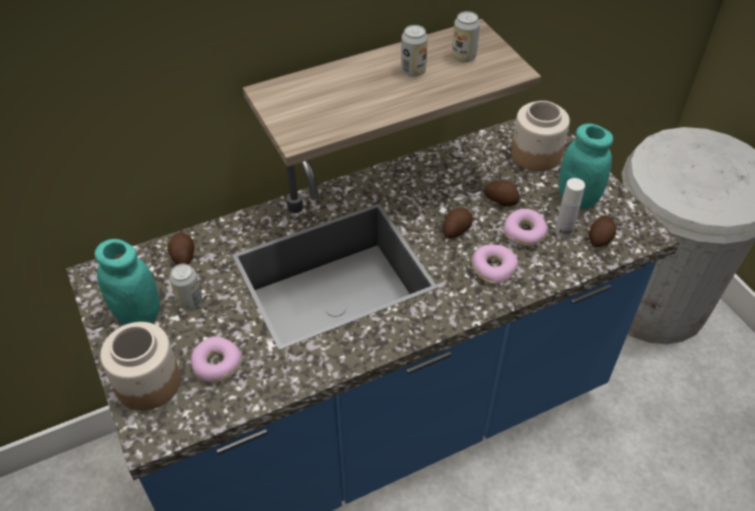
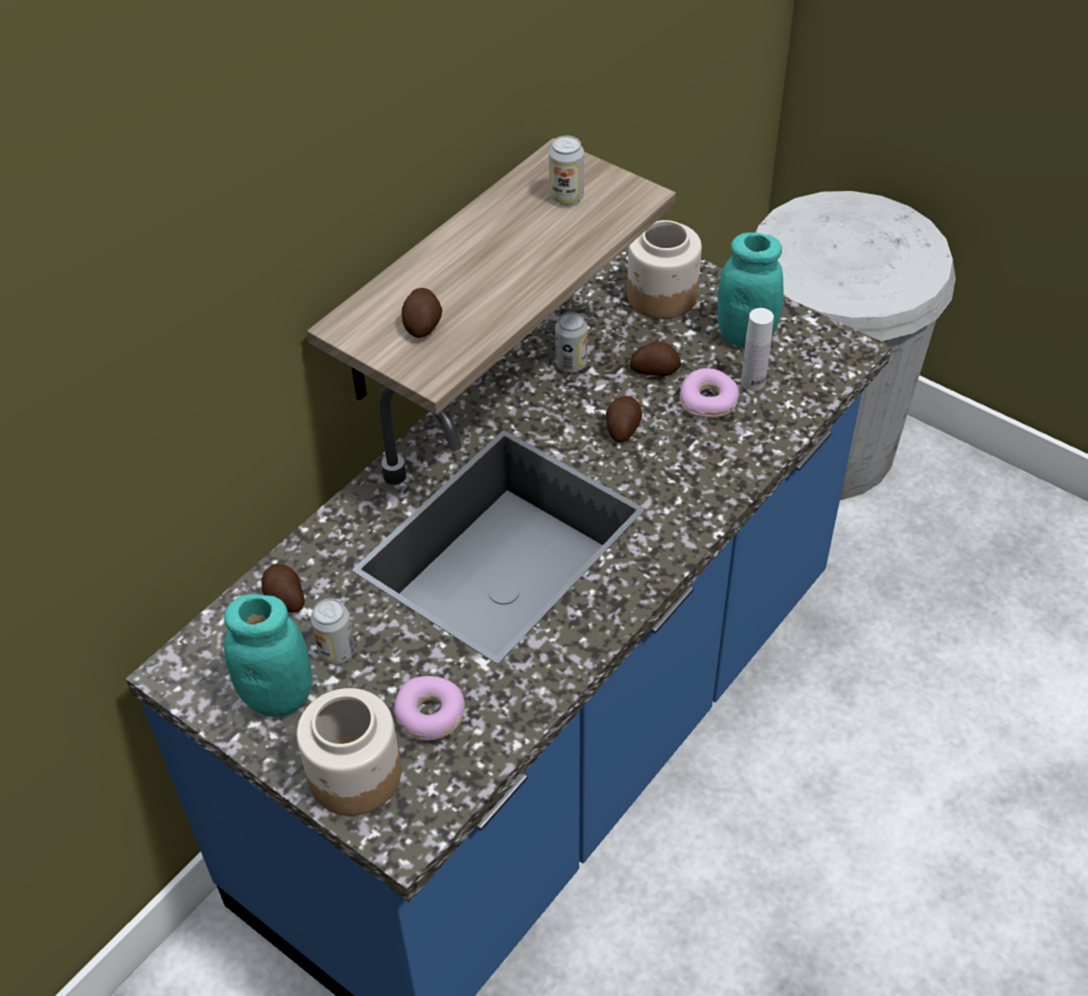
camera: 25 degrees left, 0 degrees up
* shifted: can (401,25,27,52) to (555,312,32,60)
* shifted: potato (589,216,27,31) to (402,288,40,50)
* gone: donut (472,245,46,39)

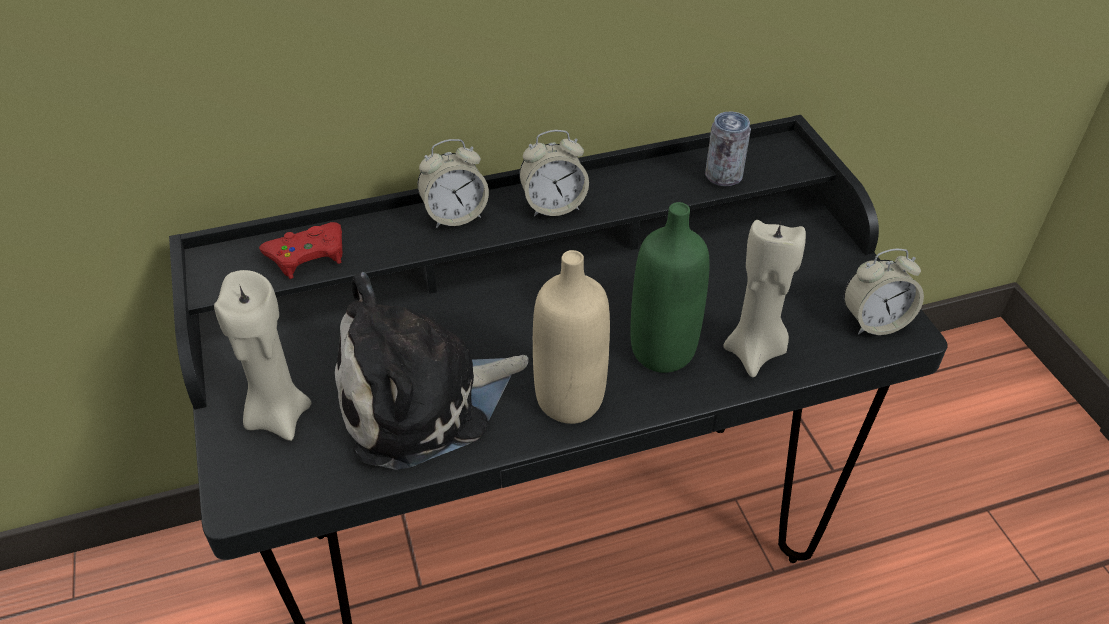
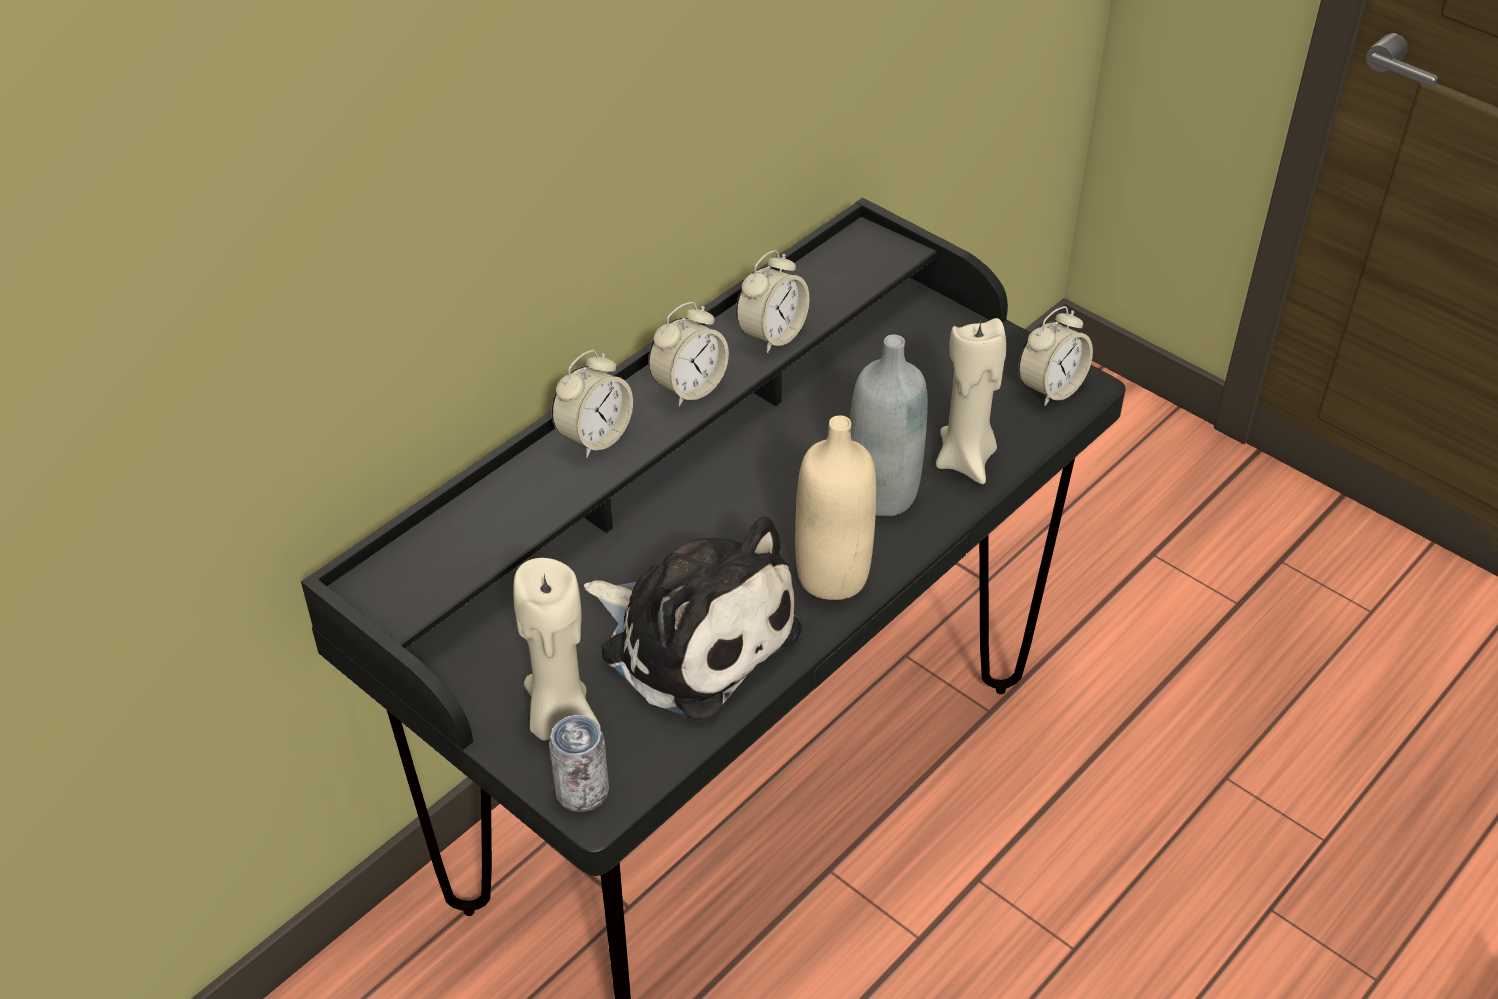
camera: 30 degrees left, 0 degrees up
* shifted: can (705,111,46,75) to (549,715,60,97)
* repainted: green bottle (631,202,79,171) to grey bottle (850,334,78,182)
* gone: red game controller (259,222,84,57)
* rotated: plush toy (335,272,194,198) = (583,516,219,206) 90 degrees counterclockwise
* new: alarm clock (736,250,73,103)

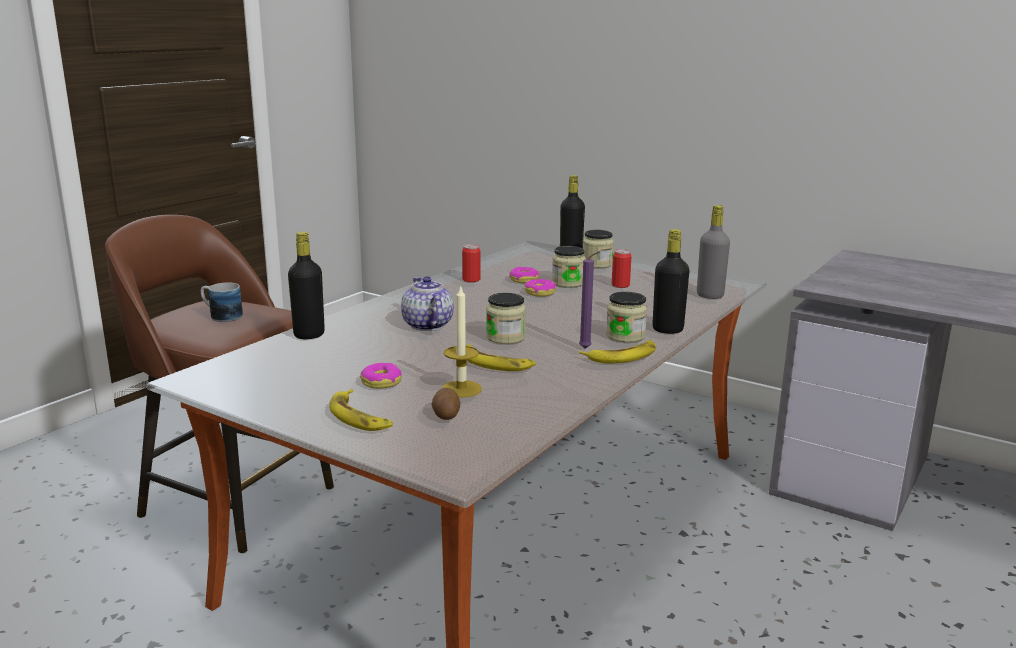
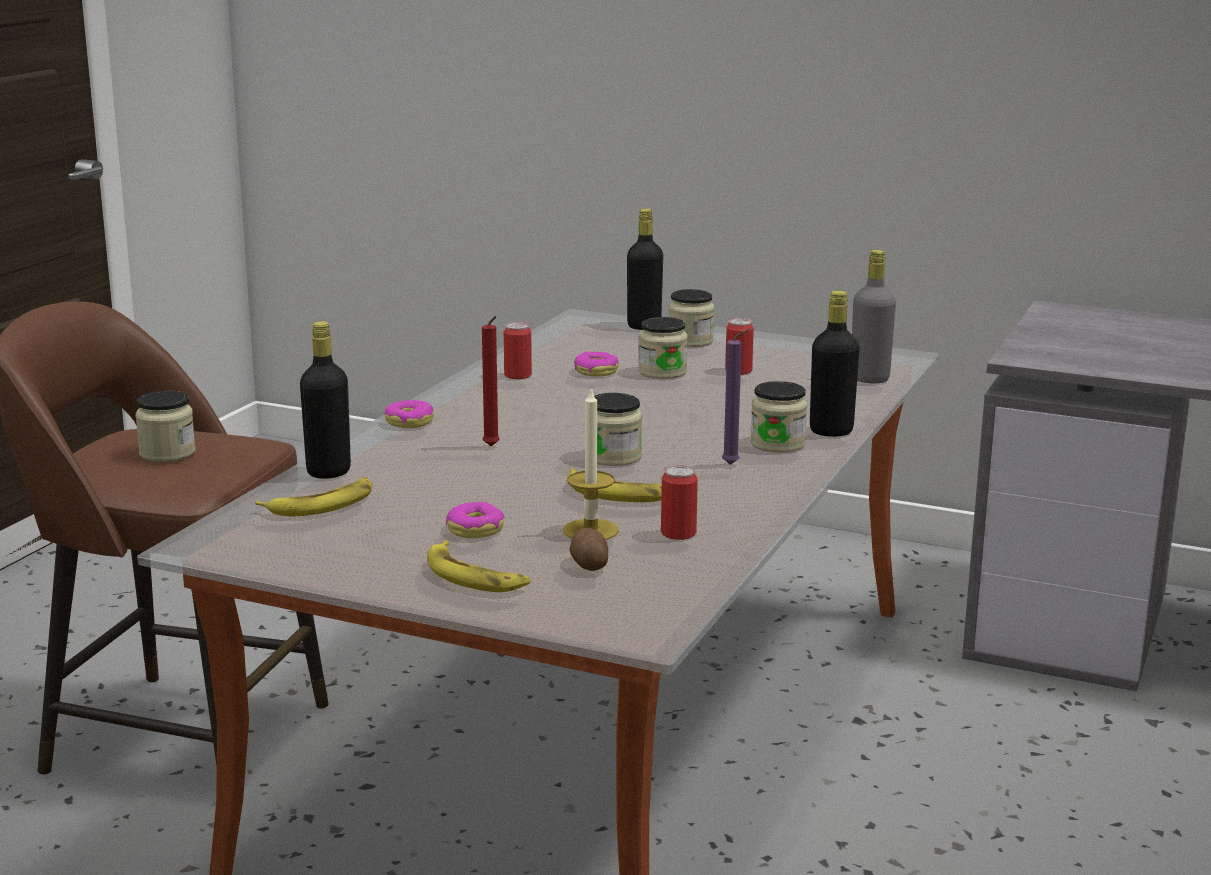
camera: 10 degrees left, 0 degrees up
* swapped: teapot (401,276,53,55) to red candle (482,316,18,130)
* shifted: donut (524,279,32,18) to (384,400,50,28)
* swapped: mug (201,283,42,39) to jar (135,391,61,71)
* shifted: banana (579,340,77,23) to (255,477,118,40)
* new: can (661,465,37,75)

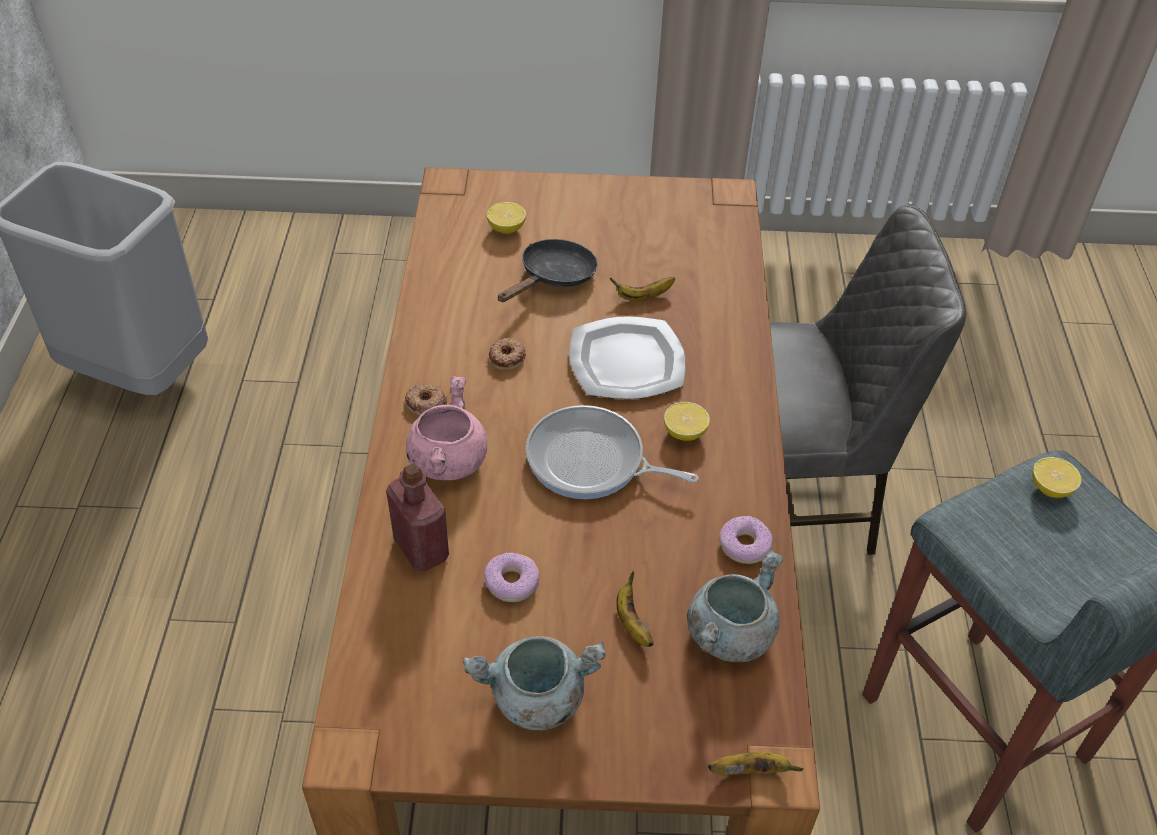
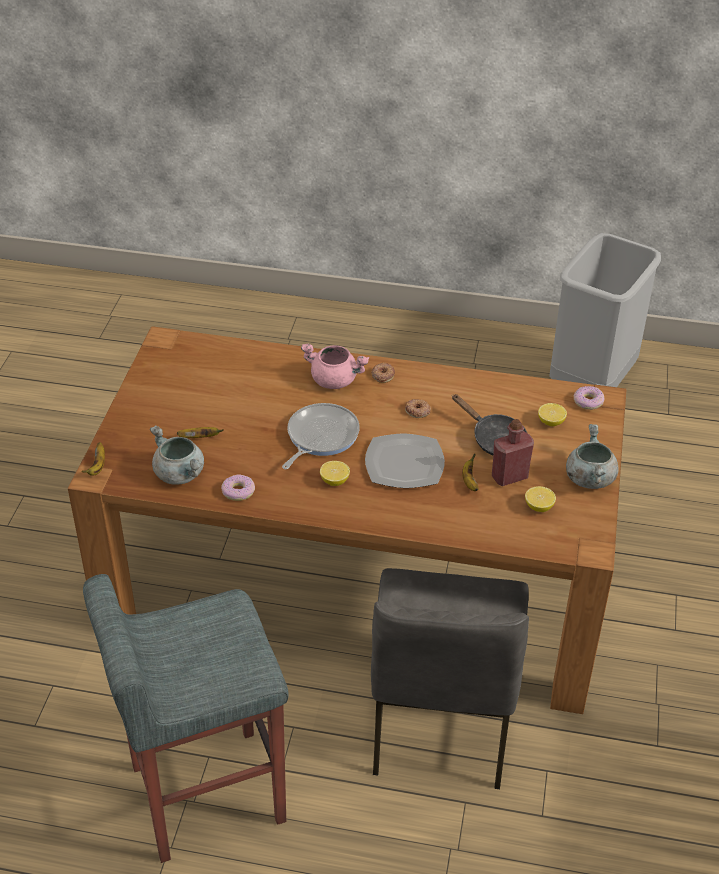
camera: 100 degrees right, 5 degrees down
* shifted: lemon (1032,457,49,41) to (525,486,31,26)
* shifted: red bottle (386,463,63,108) to (492,419,42,67)
* shifted: donut (484,553,55,49) to (574,386,30,24)
* shifted: grey cooking pot (463,636,143,94) to (566,424,53,65)

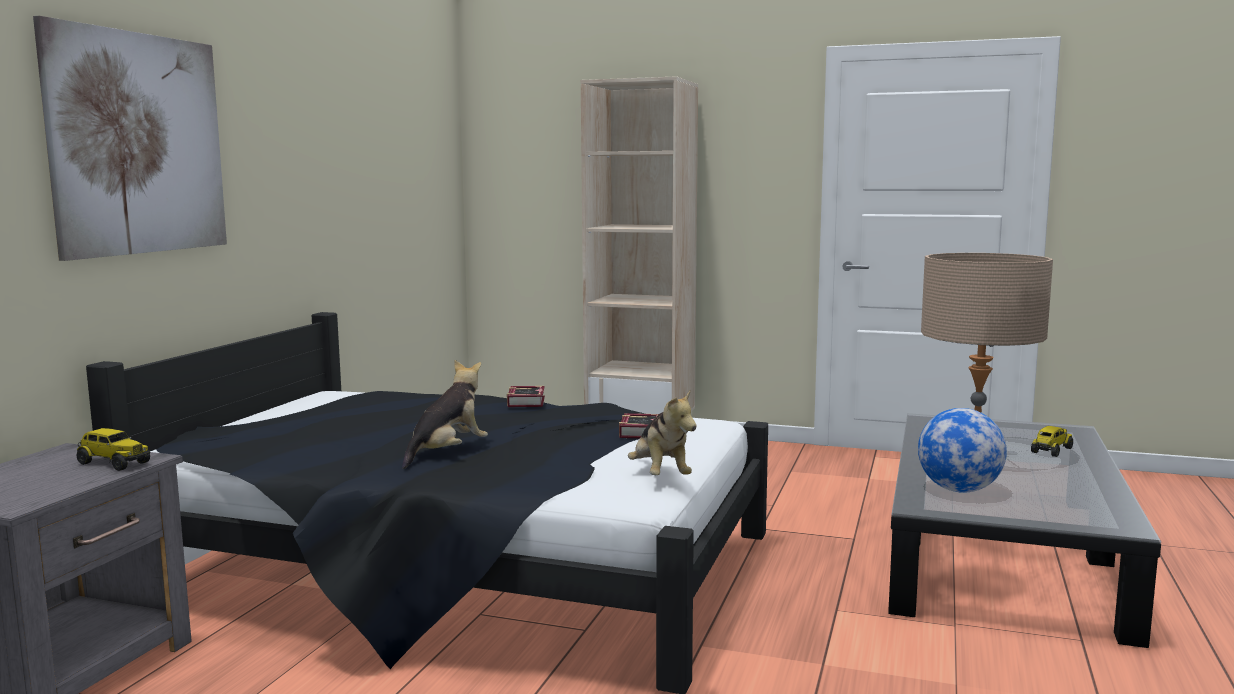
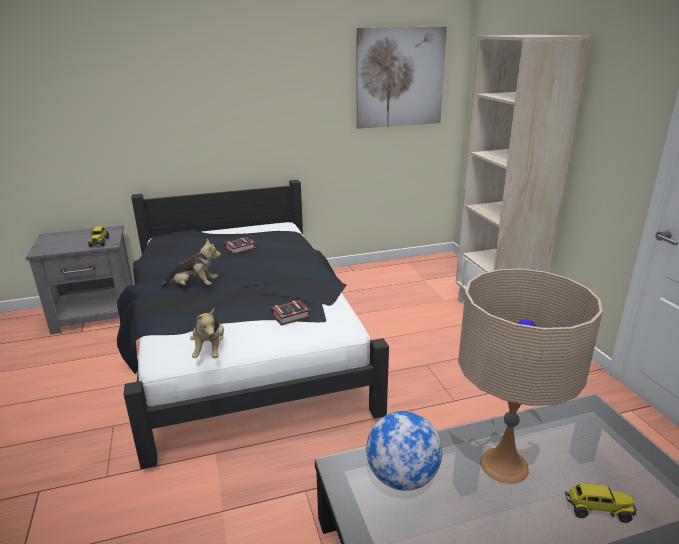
camera: 55 degrees right, 15 degrees up
* shifted: picture (33,16,194,245) to (356,27,91,102)
* shifted: book (507,386,38,21) to (224,237,32,18)
* rotated: plush toy (628,390,68,85) = (190,309,34,49) 45 degrees counterclockwise

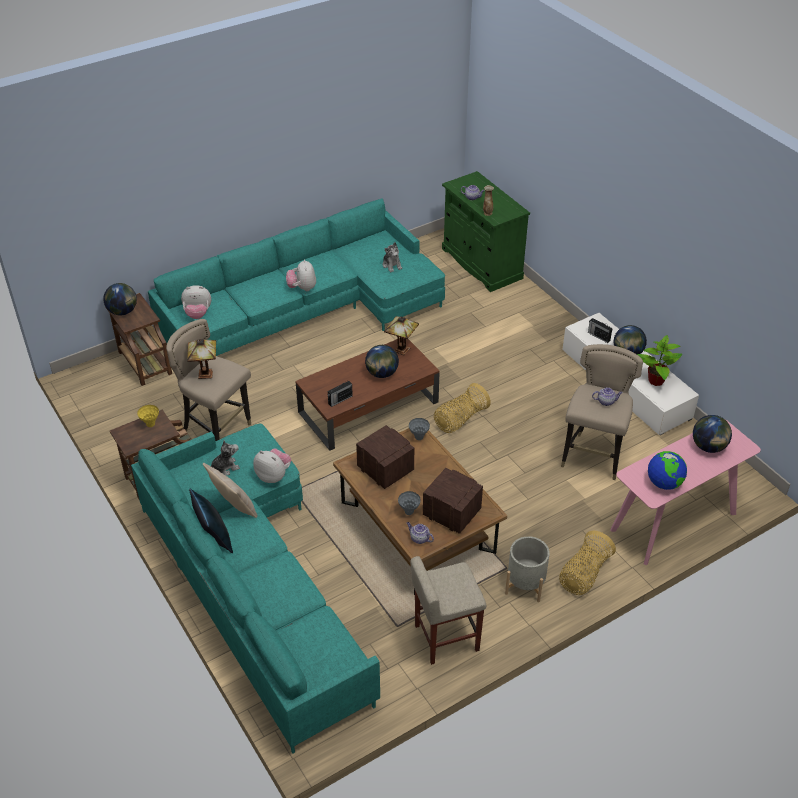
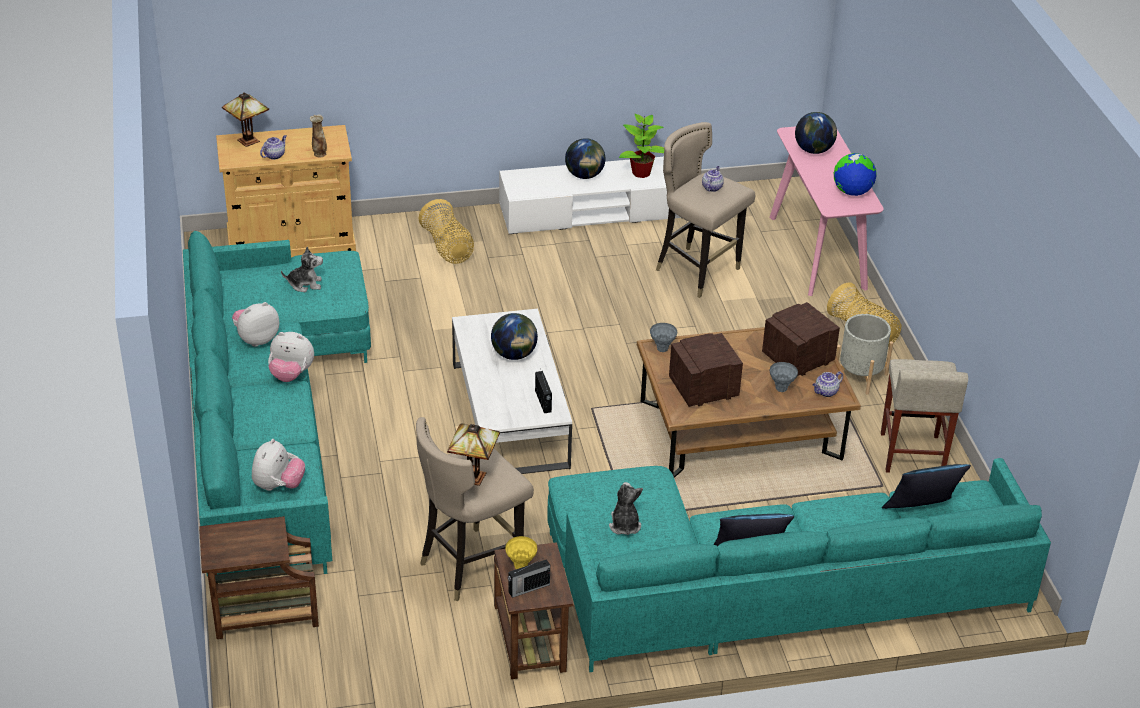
camera: 70 degrees left, 5 degrees down
* repainted: green cabinet (442,171,88,121) to beige cabinet (216,125,140,132)
* gone: globe (103,283,34,32)
* shifted: table lamp (384,316,35,39) to (222,92,47,55)
* shifted: radio (588,318,24,25) to (508,559,42,39)
* repainted: brown coffee table (295,338,145,113) to white coffee table (452,309,120,165)
* shifted: basket (434,383,57,50) to (418,199,56,65)
* shifted: plush toy (253,448,38,35) to (232,302,47,45)
* gone: beige pillow (203,463,55,55)
* new: blue pillow (882,464,89,45)

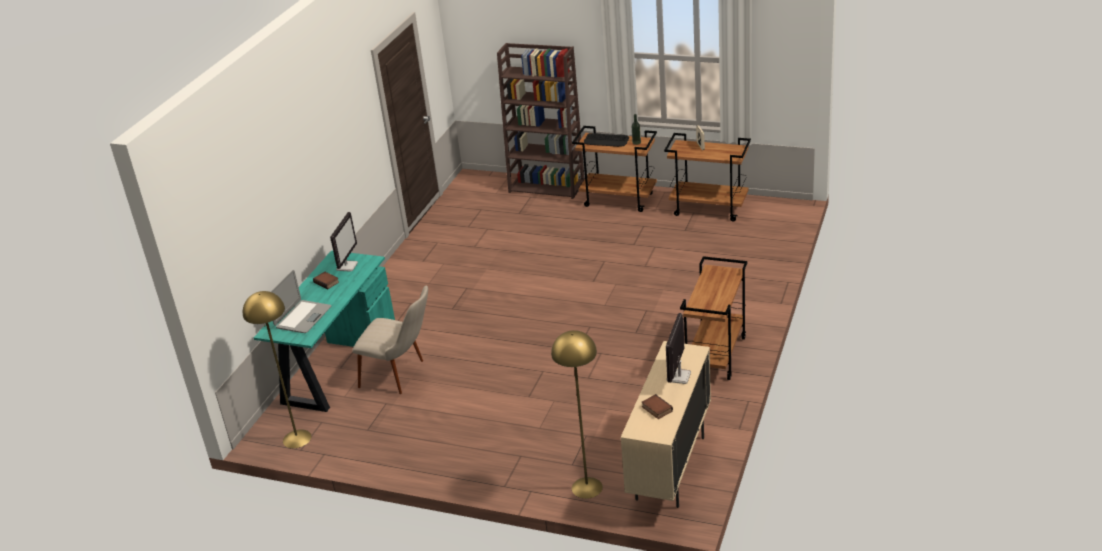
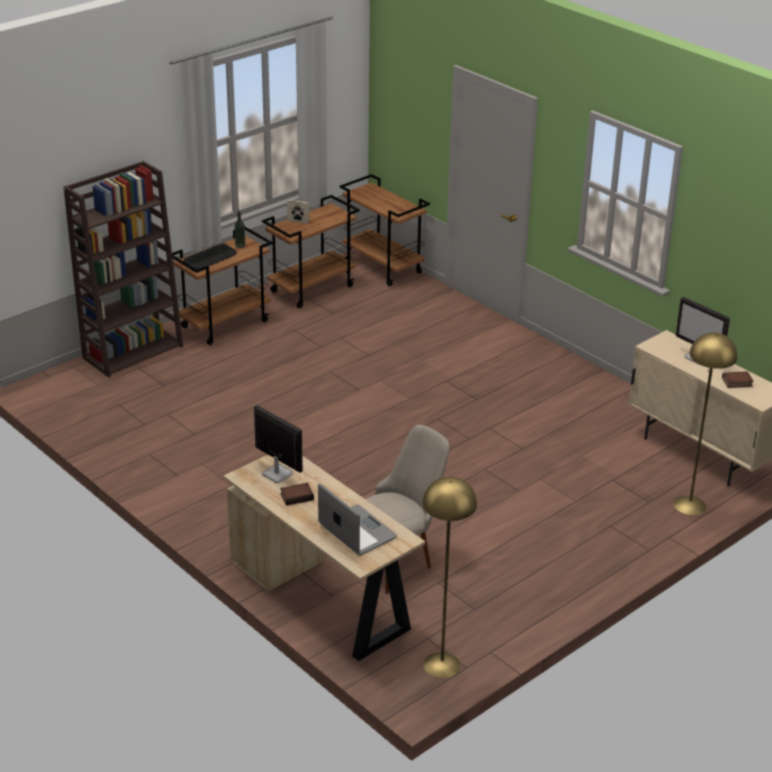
camera: 65 degrees left, 0 degrees up
* repainted: turquoise desk (254,250,141,162) to beige desk (224,455,201,206)
* shifted: brown cart (680,256,68,124) to (340,174,90,112)

